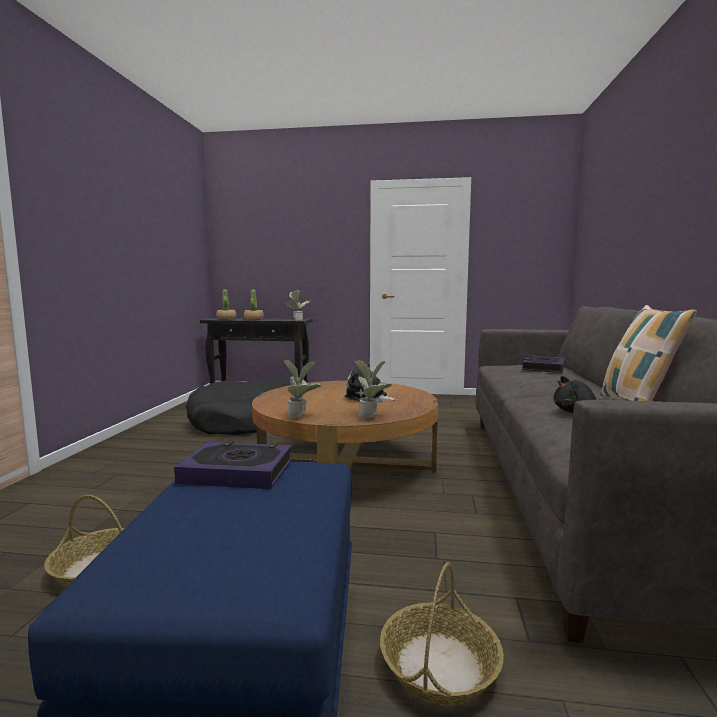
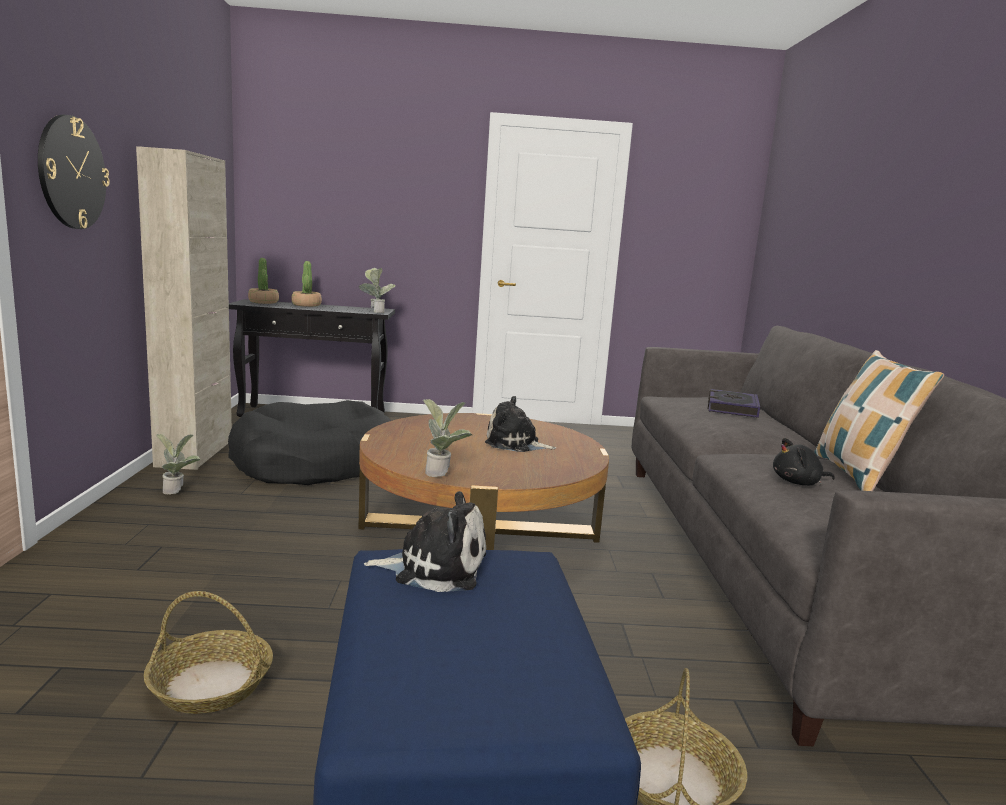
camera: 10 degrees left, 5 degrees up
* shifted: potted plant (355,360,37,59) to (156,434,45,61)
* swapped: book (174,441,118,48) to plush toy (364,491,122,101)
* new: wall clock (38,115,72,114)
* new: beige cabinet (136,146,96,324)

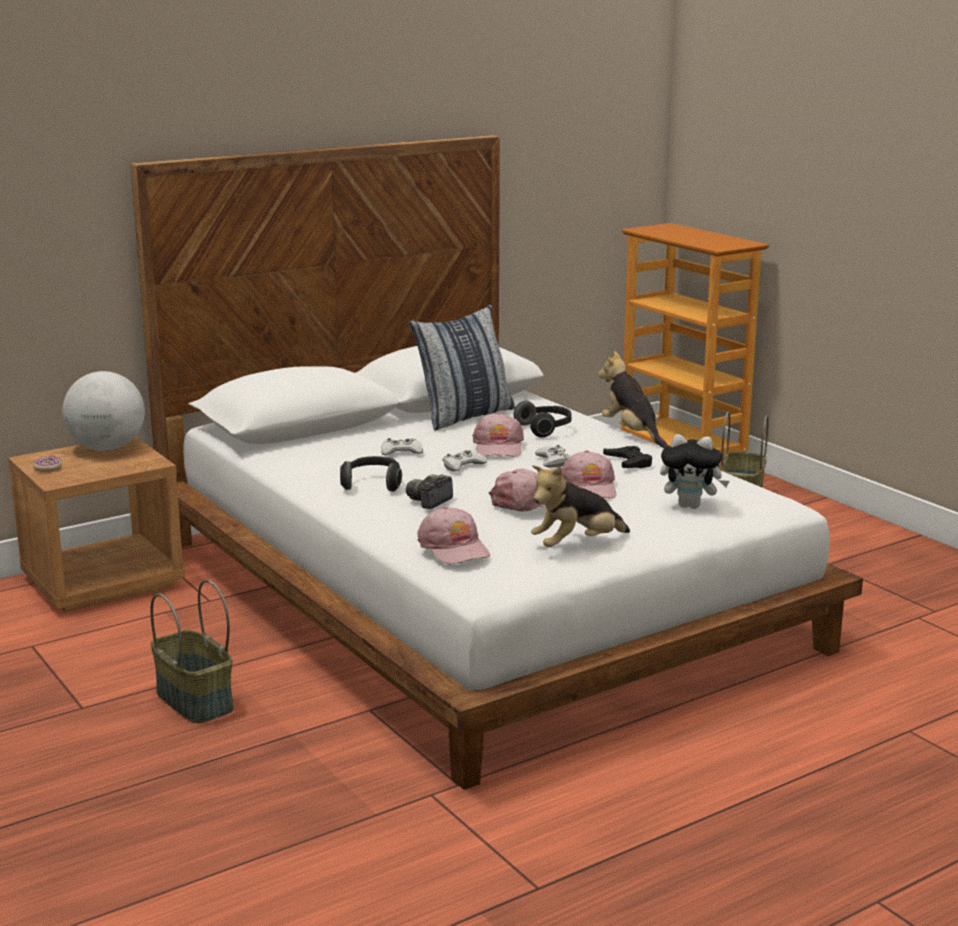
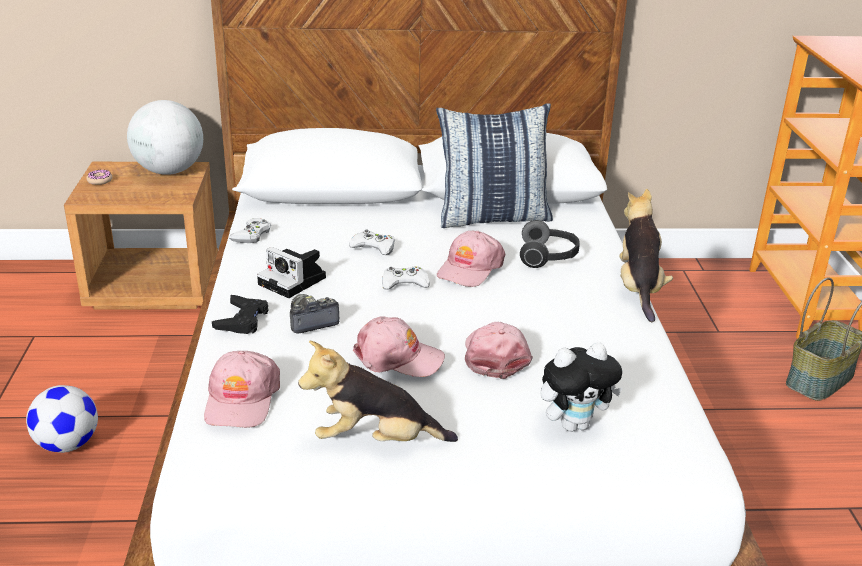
camera: 30 degrees right, 10 degrees up
* rotated: plush toy (660,434,70,75) = (540,343,82,89) 60 degrees counterclockwise
* shifted: white game controller (535,445,36,23) to (229,218,42,25)
* shifted: black game controller (603,446,49,22) to (212,295,57,39)
* rotated: pink cap (562,450,54,48) = (465,322,68,57) 150 degrees clockwise
* swapped: headphones (340,456,62,36) to photo camera (257,247,69,51)
* swapped: basket (150,580,83,143) to football (26,385,72,68)

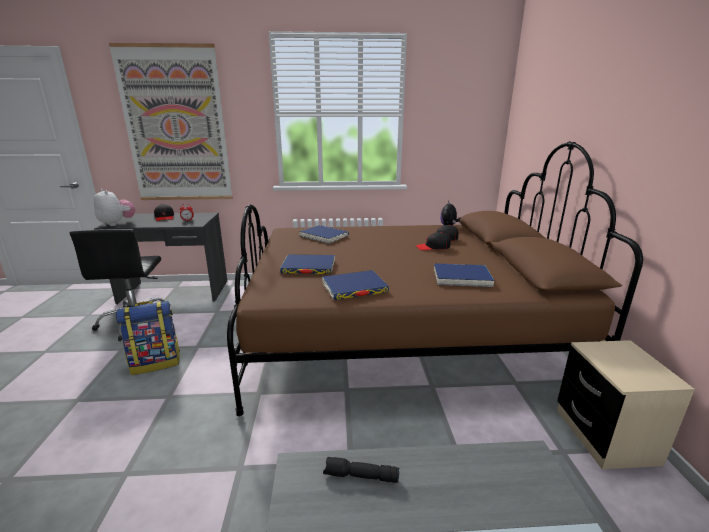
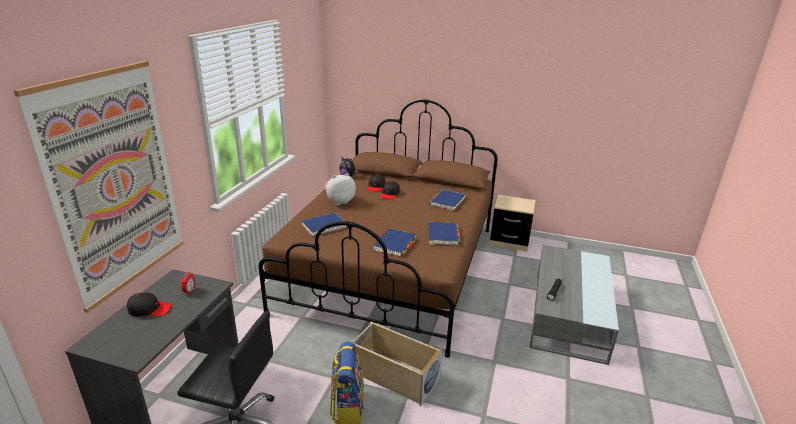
camera: 70 degrees left, 5 degrees up
* shifted: plush toy (94,189,42,37) to (325,173,31,32)
* new: beige storage box (352,322,91,84)

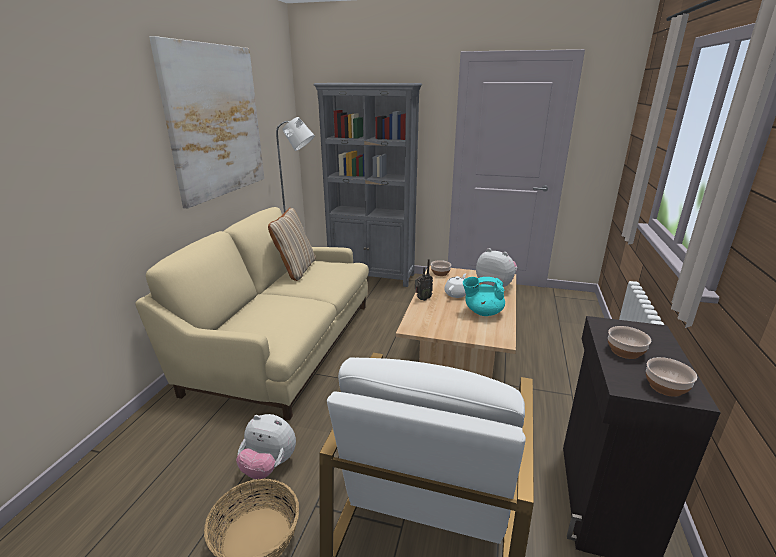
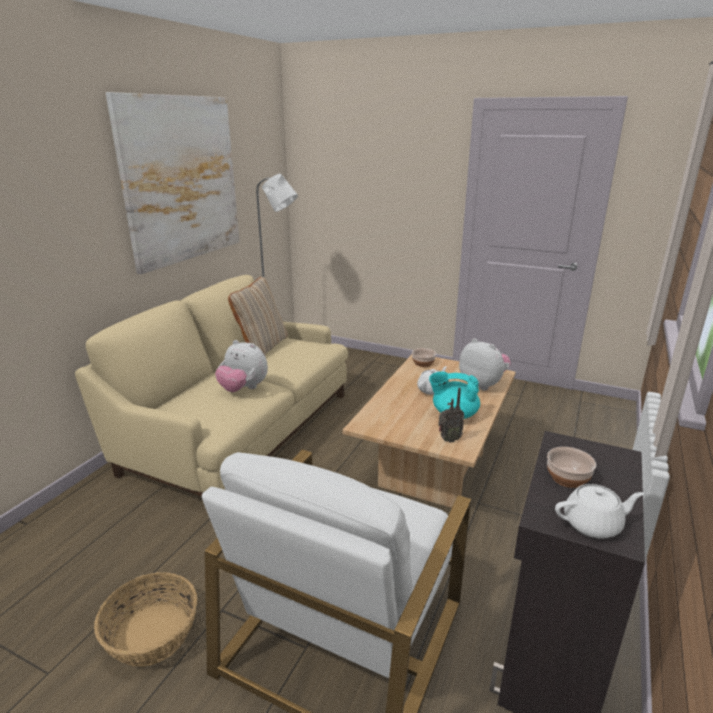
camera: 10 degrees right, 0 degrees up
* gone: grey bookcase (314,83,108,204)
* shifted: radio (415,259,18,42) to (439,388,25,55)
* swapped: bowl (646,357,51,40) to white teapot (555,484,89,54)
* shifted: plush toy (236,414,60,65) to (215,340,53,52)

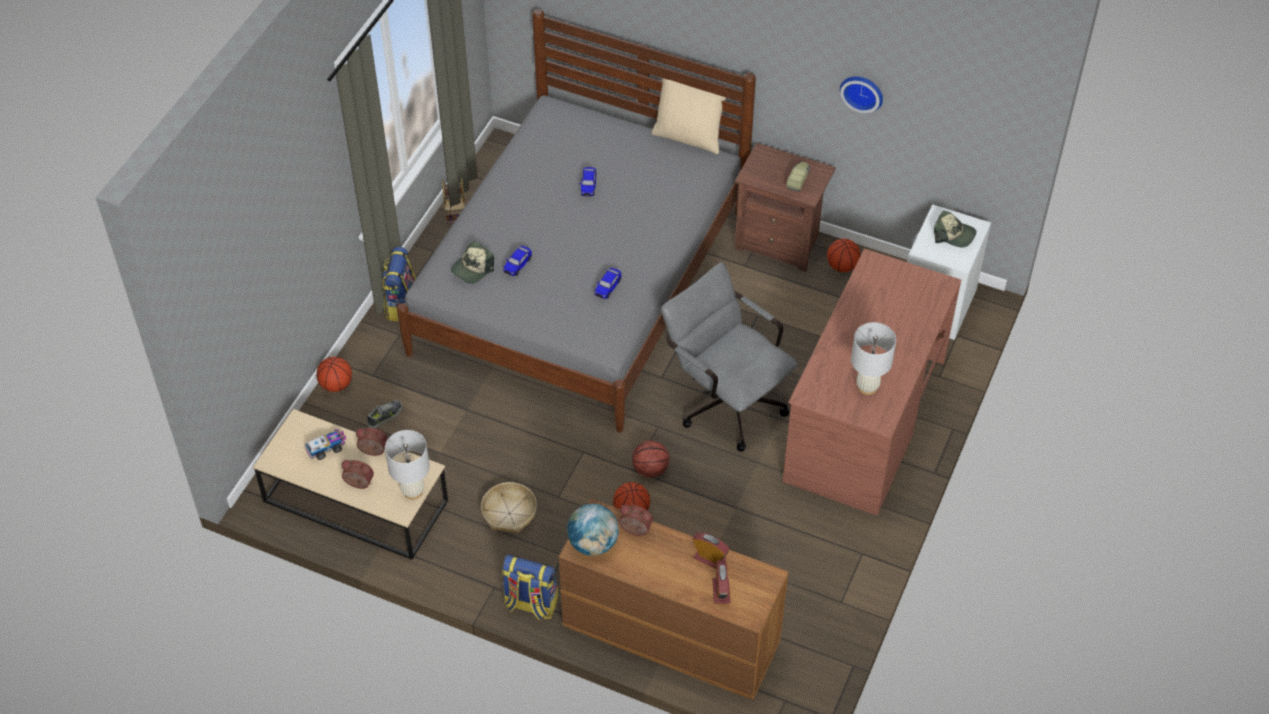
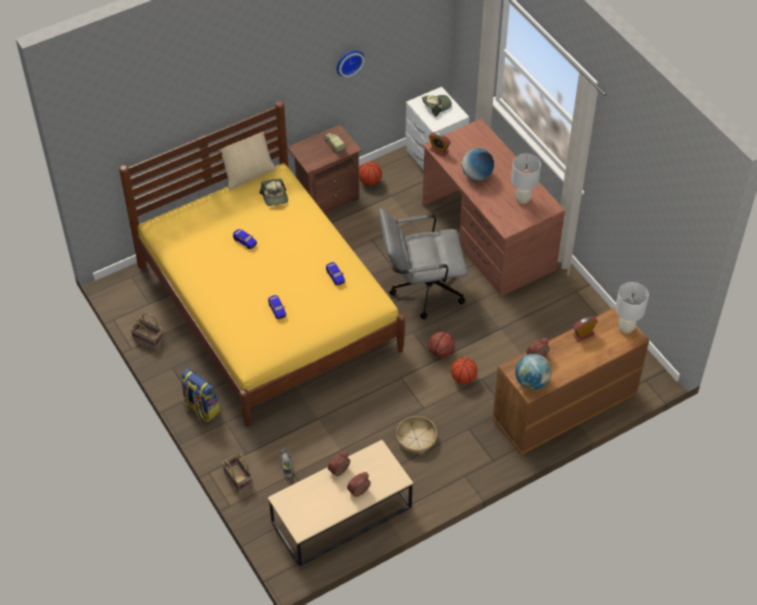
camera: 55 degrees left, 0 degrees up
* repainted: grey bed (397,9,359,424) to yellow bed (119,101,286,326)
* shifted: cap (451,241,43,43) to (259,179,29,27)
* swapped: basketball (316,357,36,35) to basket (222,453,30,39)
* gone: toy truck (305,429,41,31)
* shifted: white table lamp (385,430,45,70) to (615,282,34,52)
* gone: backpack (502,555,56,65)
* shifted: alarm clock (713,560,18,44) to (429,132,22,25)
* new: globe (461,148,33,33)

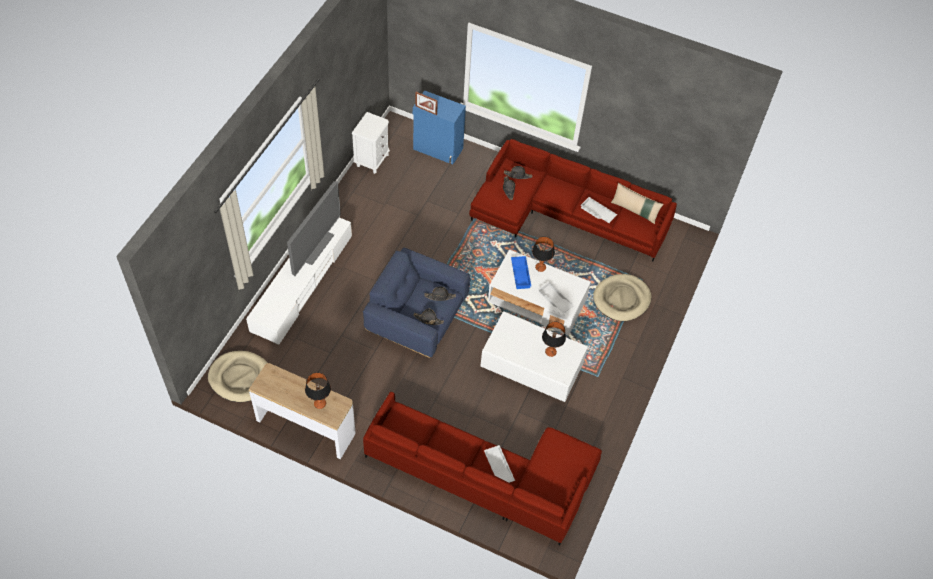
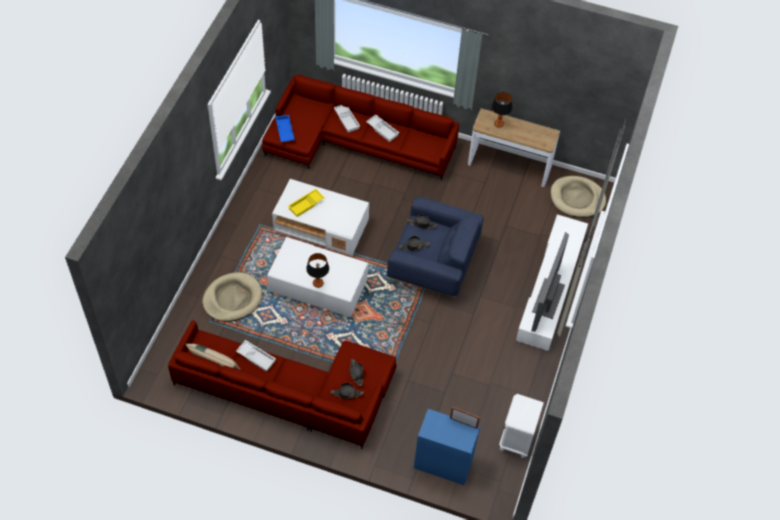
camera: 175 degrees right, 0 degrees up
* shifted: blue tray (511,256,20,33) to (275,115,20,27)
* shifted: white tray (538,281,37,33) to (366,115,33,27)
* swapped: table lamp (542,322,24,35) to yellow tray (288,189,37,28)

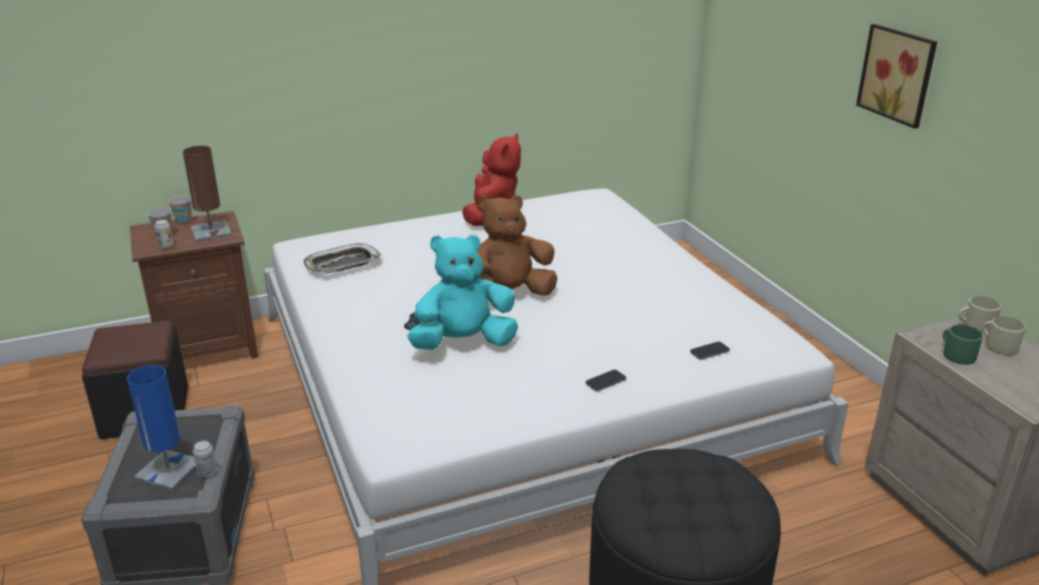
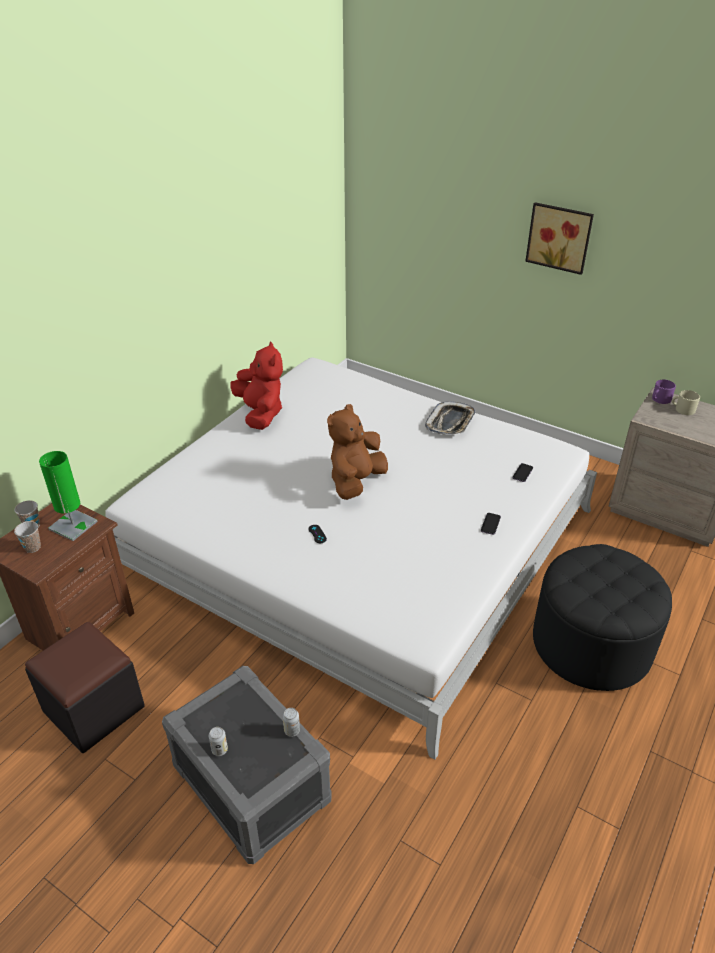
camera: 35 degrees left, 10 degrees up
* repainted: brown table lamp (183,146,49,96) to green table lamp (39,451,59,90)
* shifted: can (154,220,20,29) to (209,727,19,29)
* gone: turquoise plush toy (407,234,111,116)
* shifted: tray (303,243,78,30) to (425,401,51,34)
* repainted: beige mug (958,296,43,37) to purple mug (652,380,24,24)
* gone: green mug (943,325,40,40)
* gone: blue table lamp (127,365,69,125)

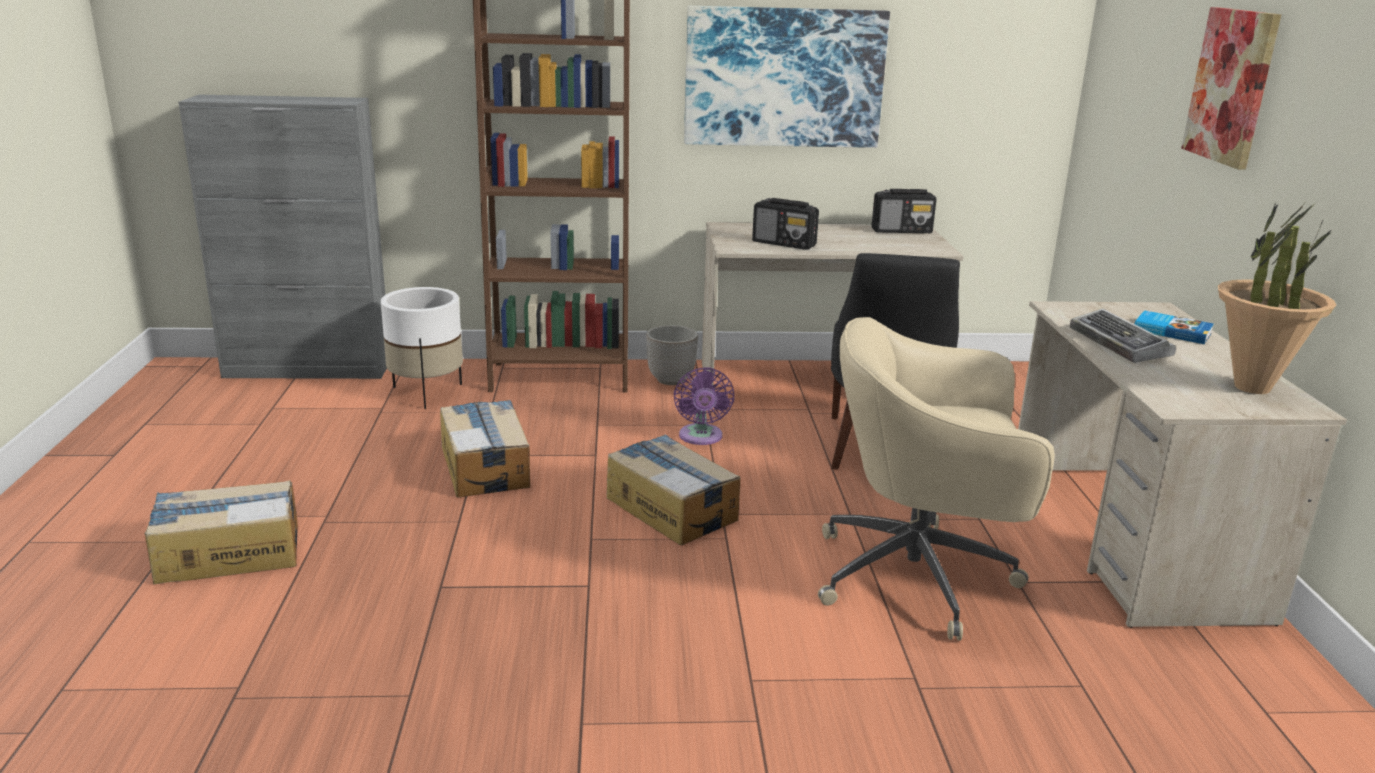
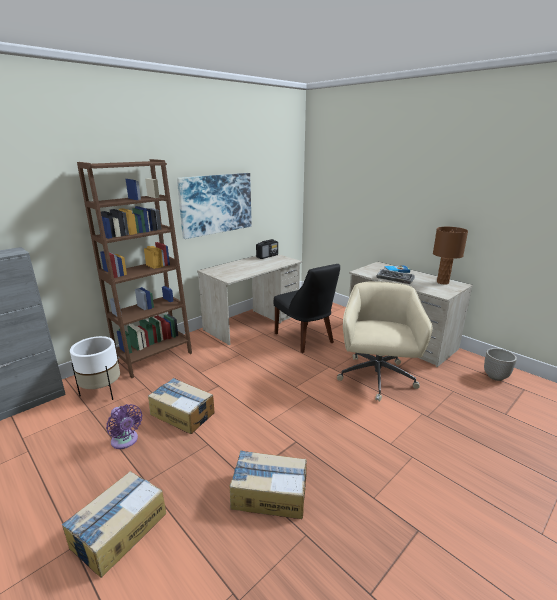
camera: 40 degrees left, 0 degrees up
* gone: picture (1181,7,100,163)
* gone: radio (752,198,67,52)
* swapped: potted plant (1218,203,118,191) to brown table lamp (433,227,35,58)
* rotated: beige office chair (818,317,237,324) = (337,281,95,121) 135 degrees clockwise
* shifted: planter (646,325,52,60) to (484,348,33,33)
* shifted: purple fan (674,367,60,78) to (106,404,36,45)
* shifted: cardboard box (607,434,133,111) to (229,450,78,69)

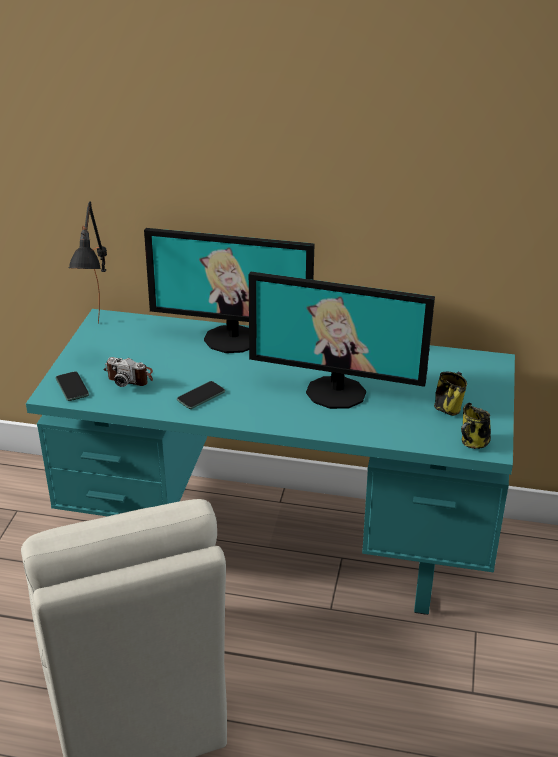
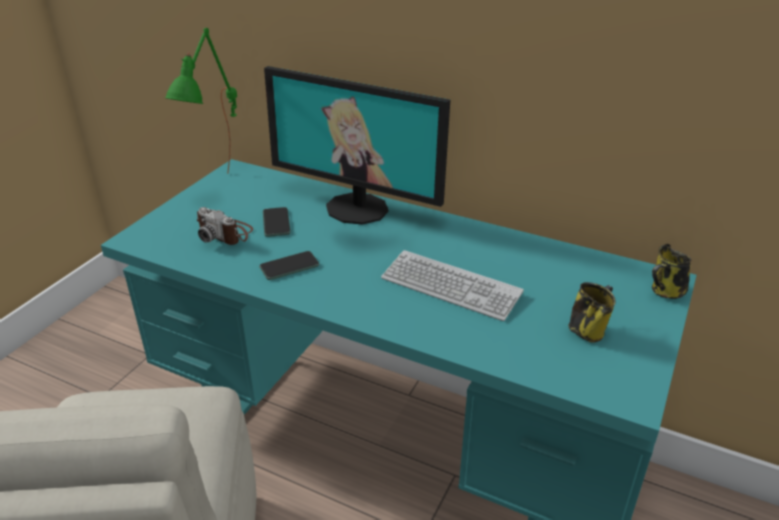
camera: 15 degrees right, 0 degrees up
* repainted: black table lamp (69,202,38,122) to green table lamp (165,28,72,146)
* swapped: monitor (249,272,186,137) to keyboard (381,250,143,71)
* shifted: phone (56,371,33,30) to (263,207,28,30)
* shifted: mug (461,403,30,46) to (652,244,39,55)

